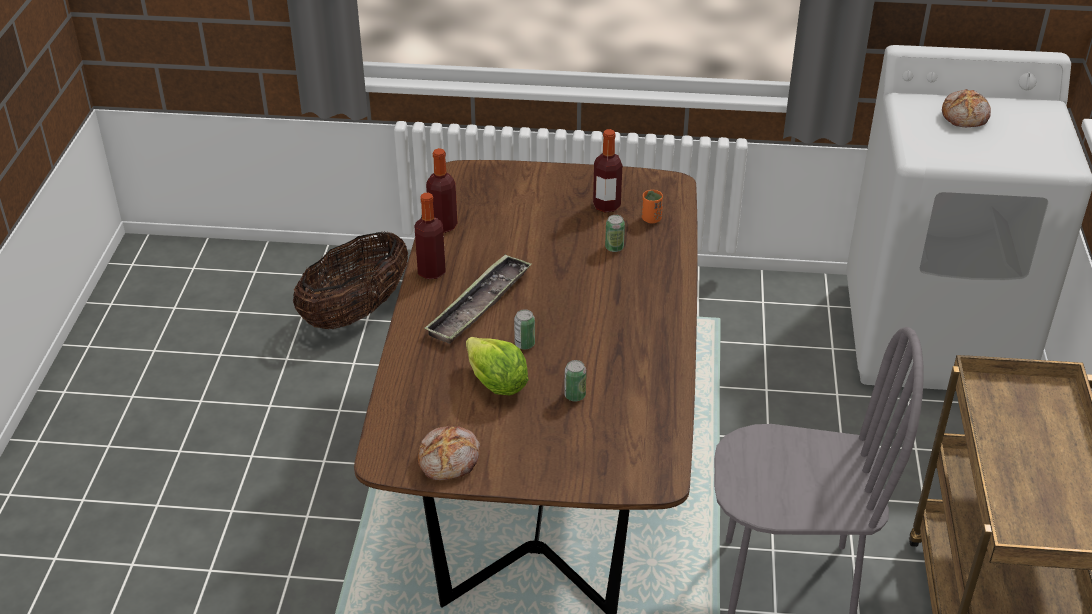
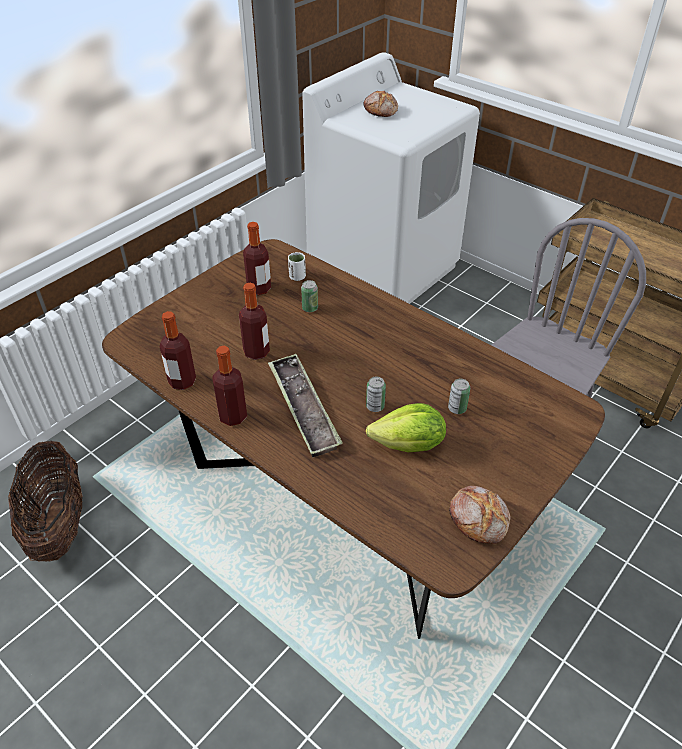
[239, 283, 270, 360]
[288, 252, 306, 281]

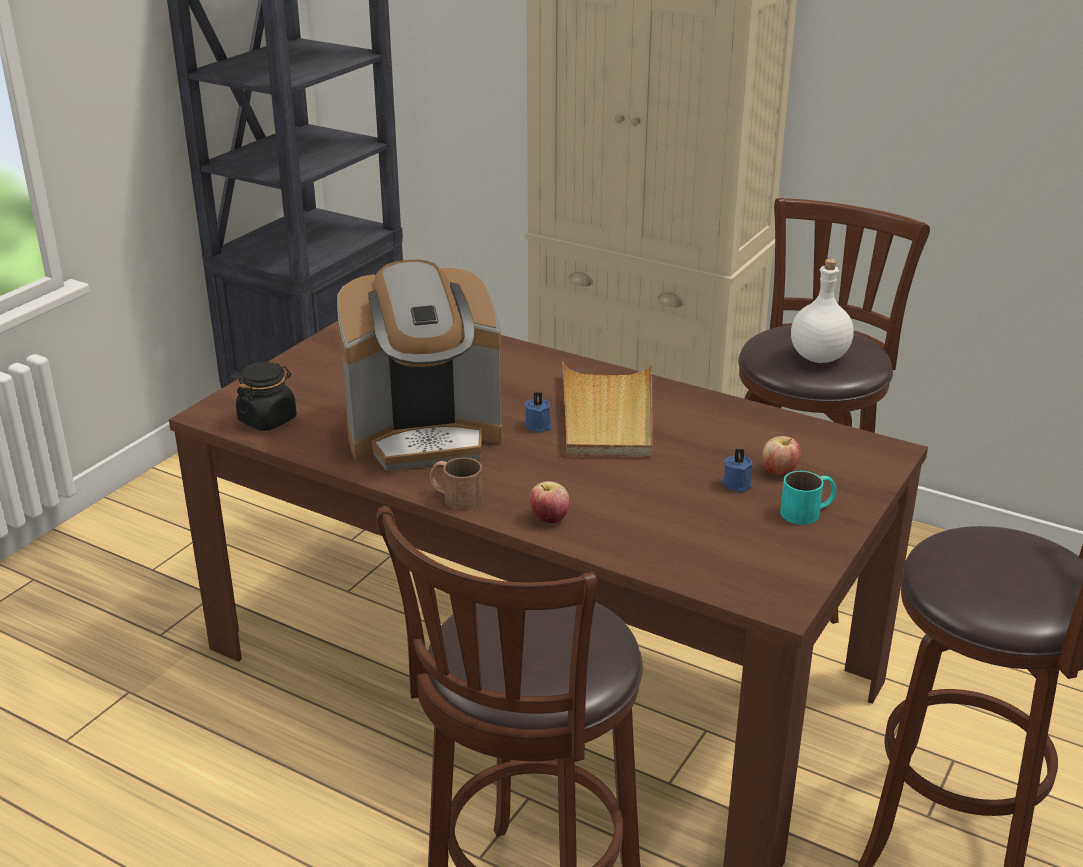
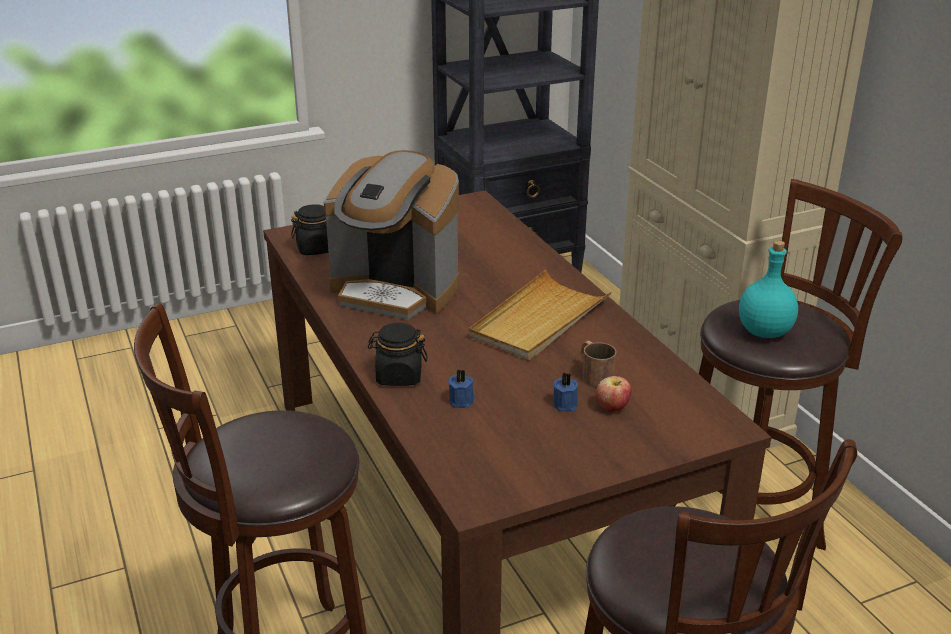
[368, 323, 427, 386]
[448, 369, 475, 408]
[580, 341, 617, 387]
[739, 240, 798, 338]
[780, 471, 836, 525] (first image)

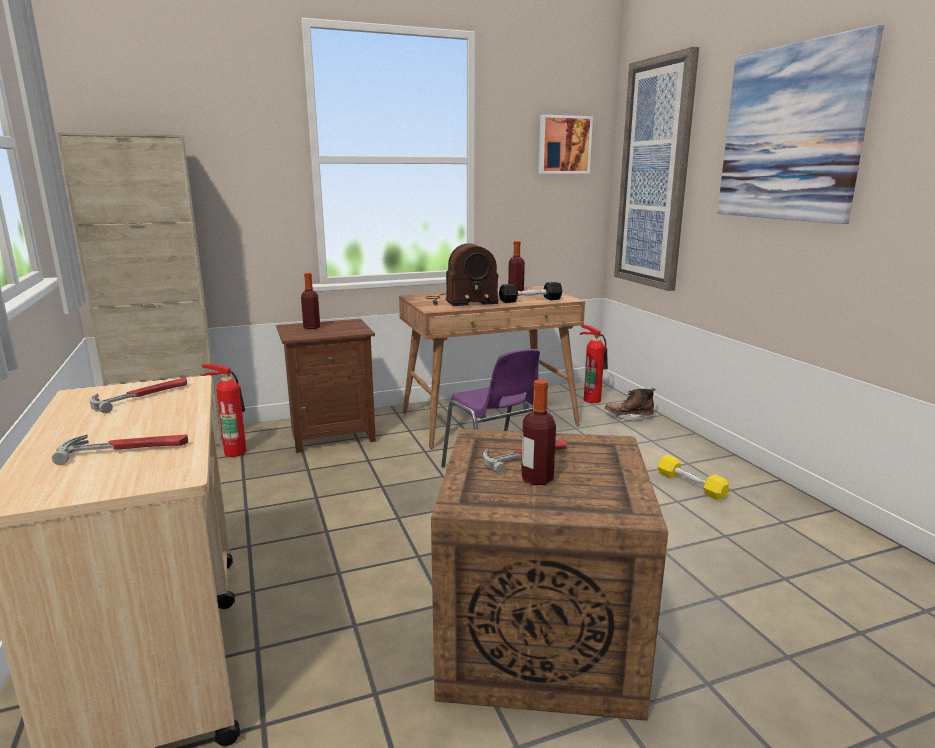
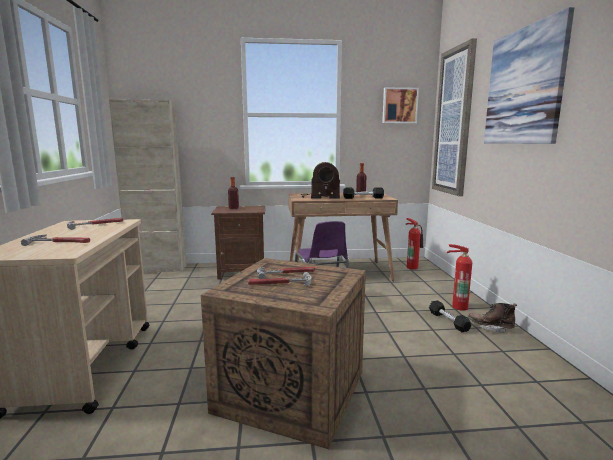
[248, 272, 312, 286]
[429, 300, 471, 332]
[447, 244, 472, 311]
[468, 303, 517, 333]

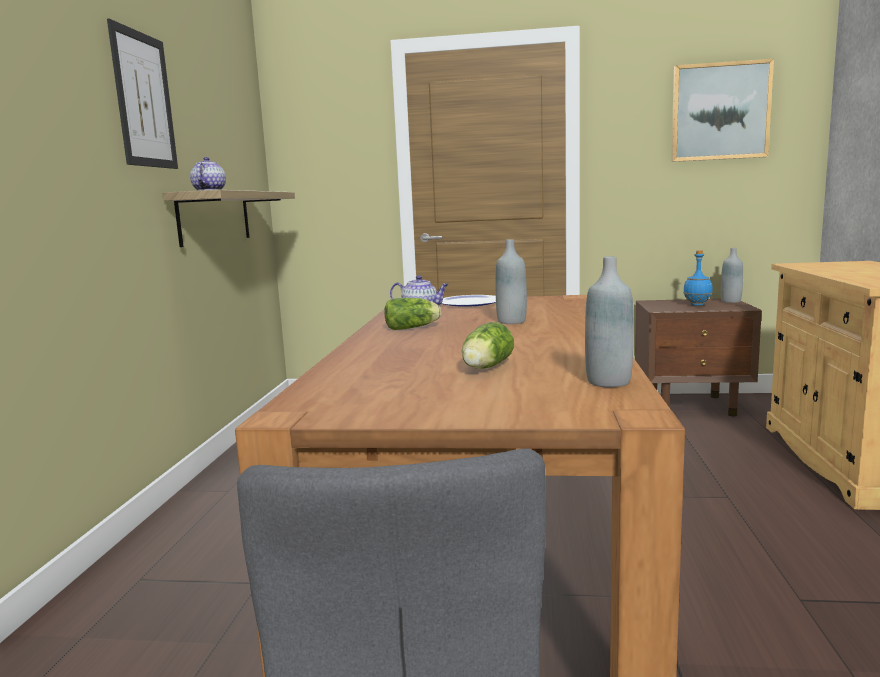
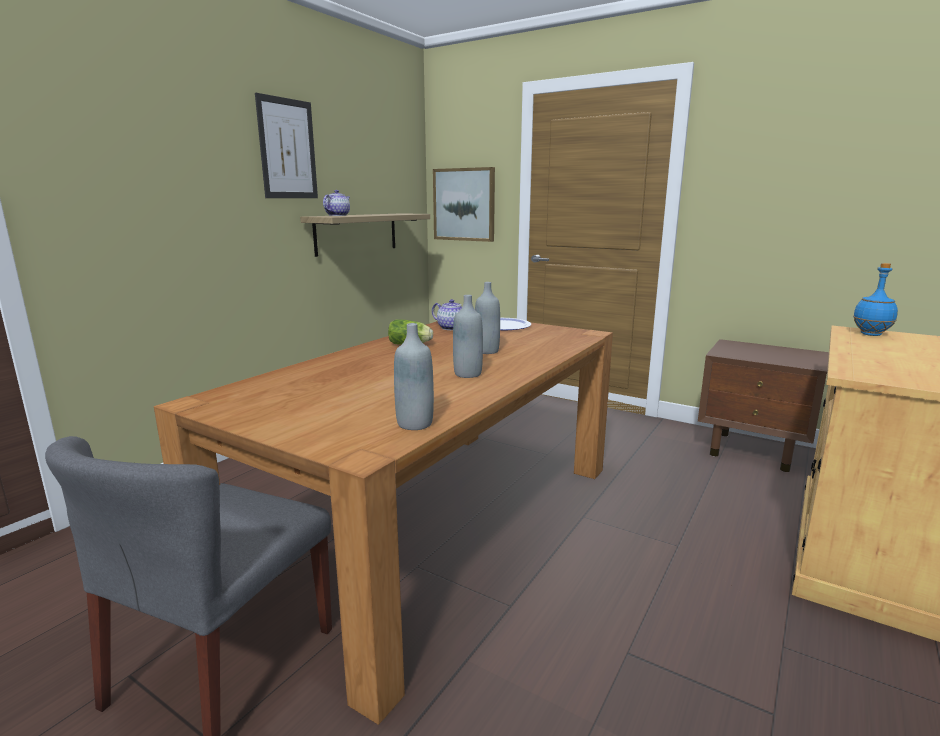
[433, 167, 495, 242]
[453, 295, 483, 378]
[853, 263, 898, 336]
[462, 322, 514, 369] (first image)

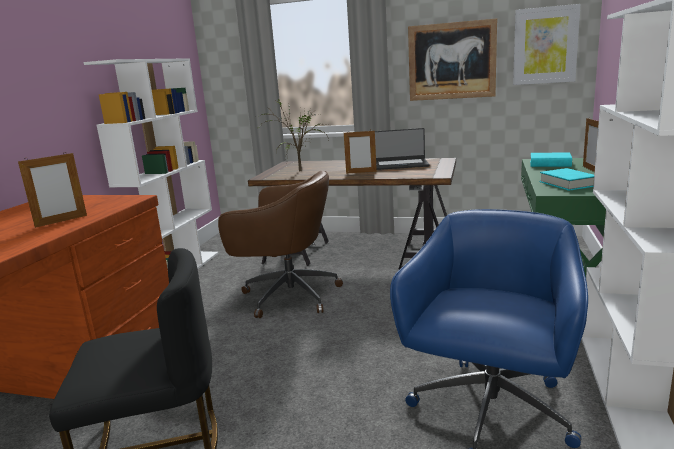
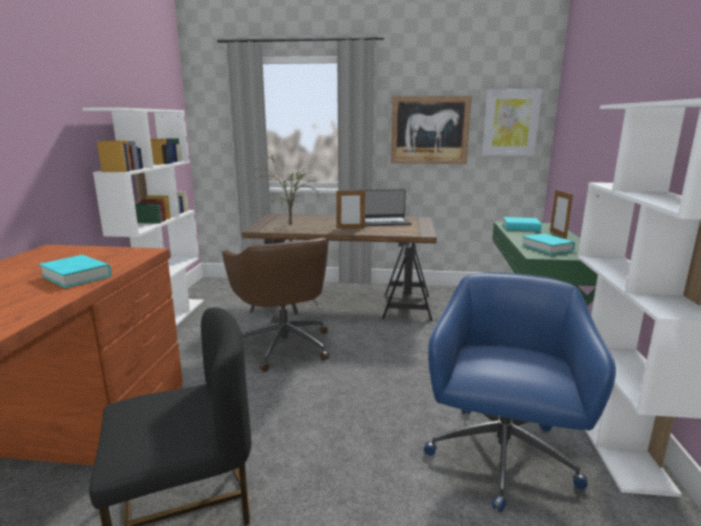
[39, 255, 112, 288]
[222, 238, 329, 372]

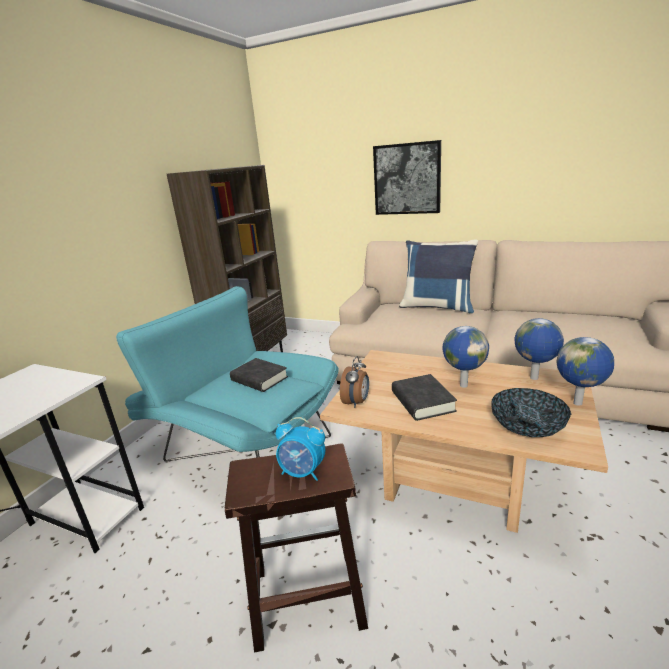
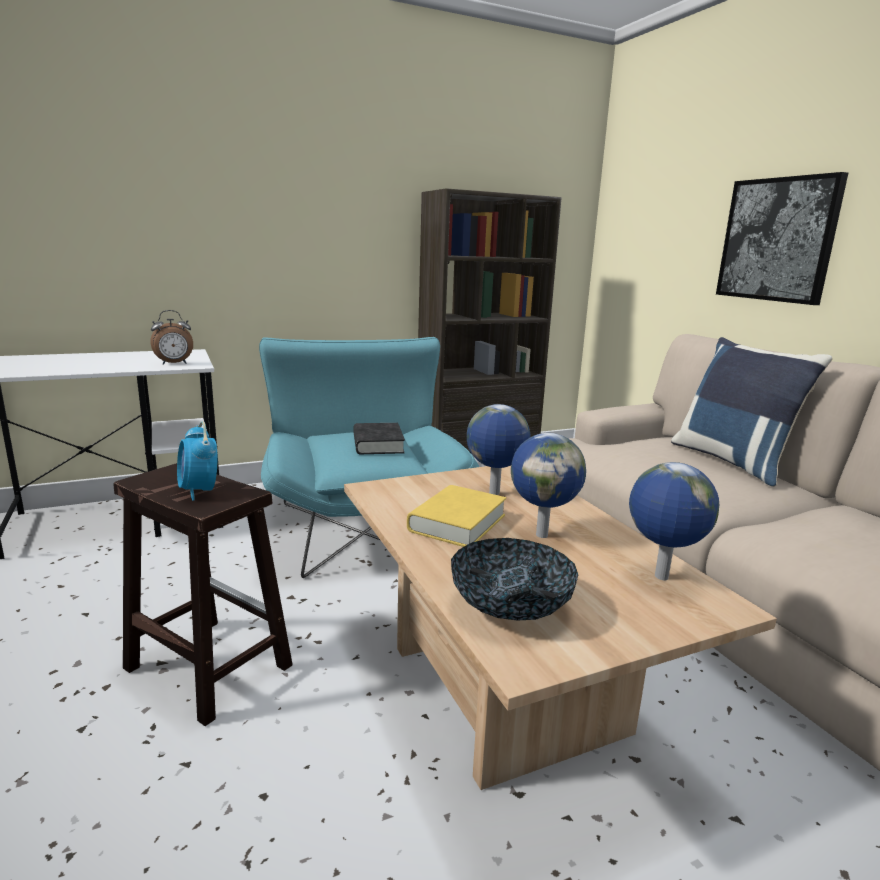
[150, 310, 193, 365]
[407, 485, 506, 547]
[467, 404, 530, 495]

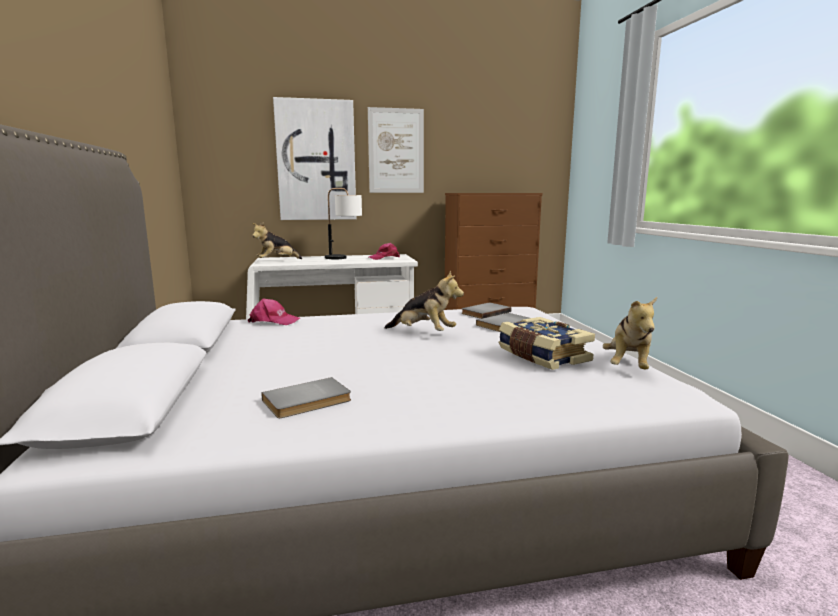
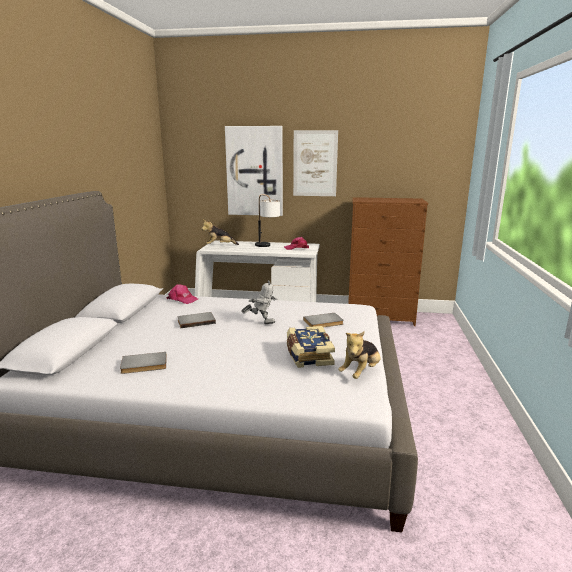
[178, 312, 216, 328]
[241, 280, 277, 324]

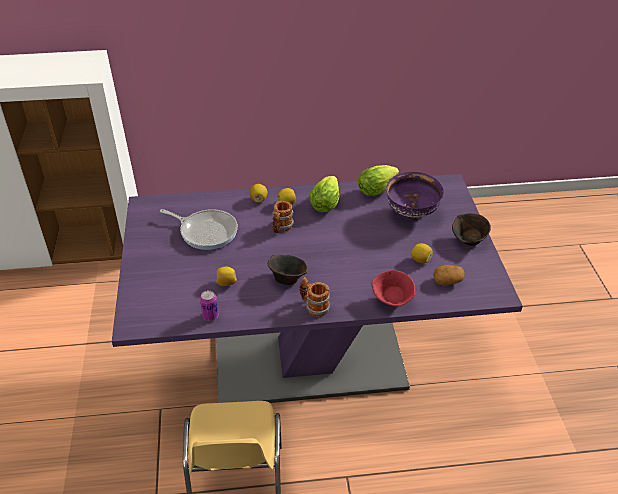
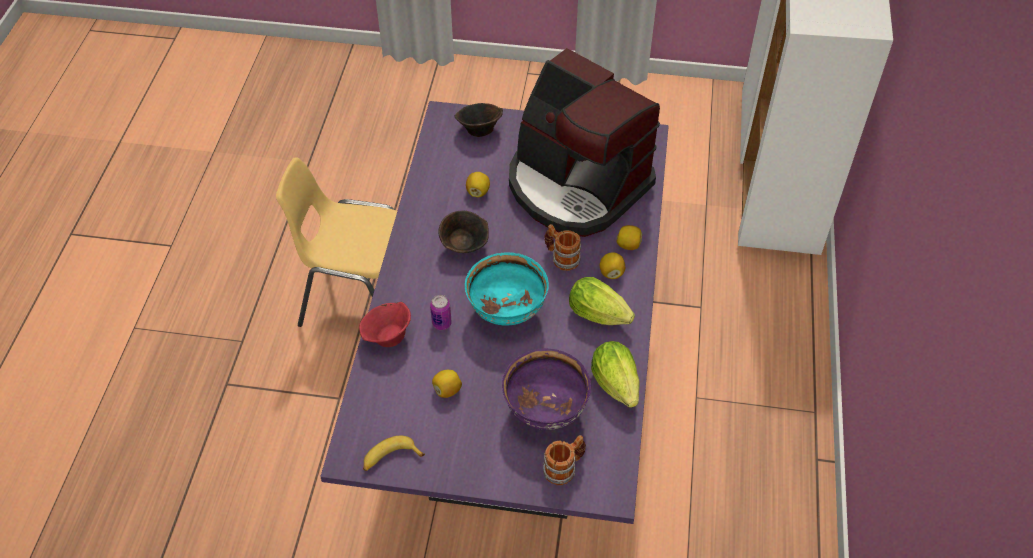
[363, 436, 425, 471]
[430, 295, 452, 330]
[454, 103, 503, 137]
[465, 252, 549, 326]
[509, 48, 660, 237]
[543, 435, 586, 485]
[433, 265, 465, 285] (first image)

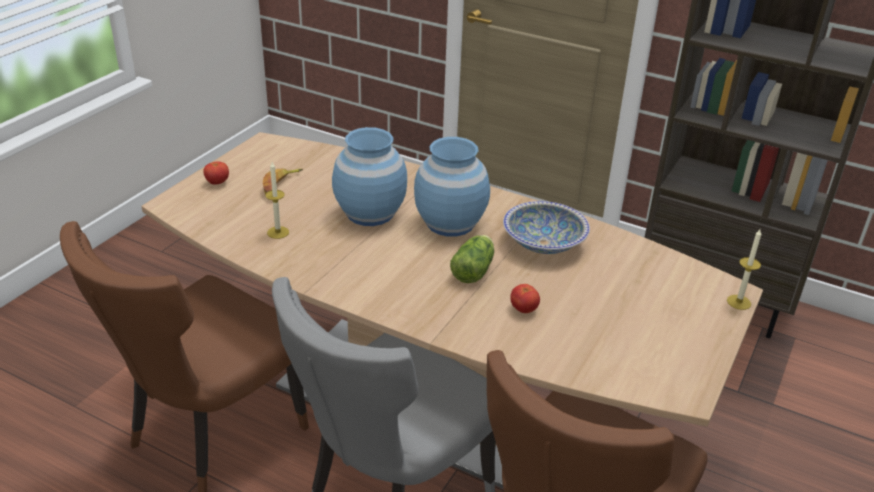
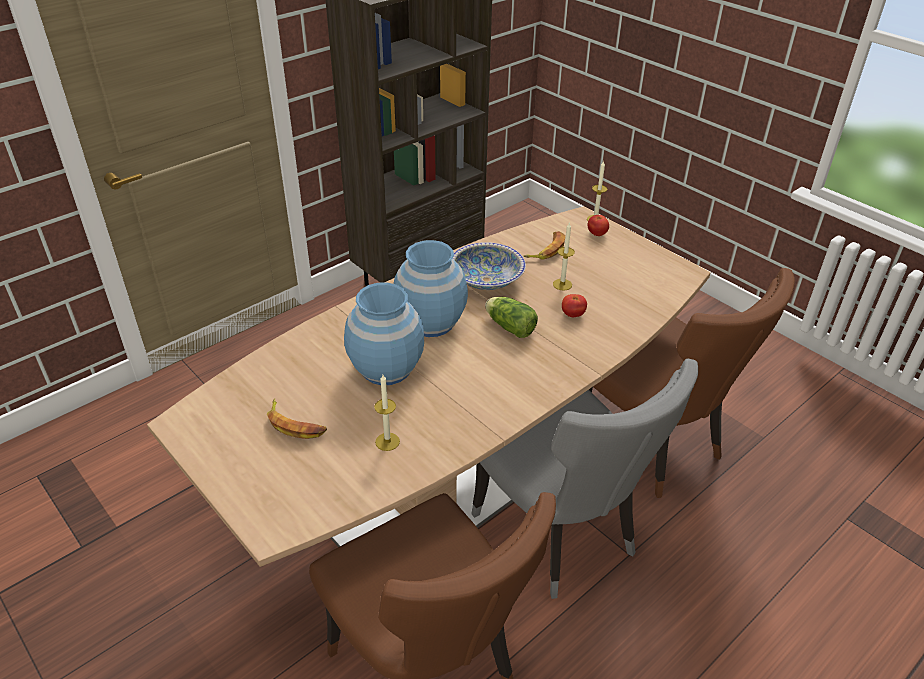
[524, 231, 565, 260]
[553, 222, 575, 291]
[588, 215, 609, 236]

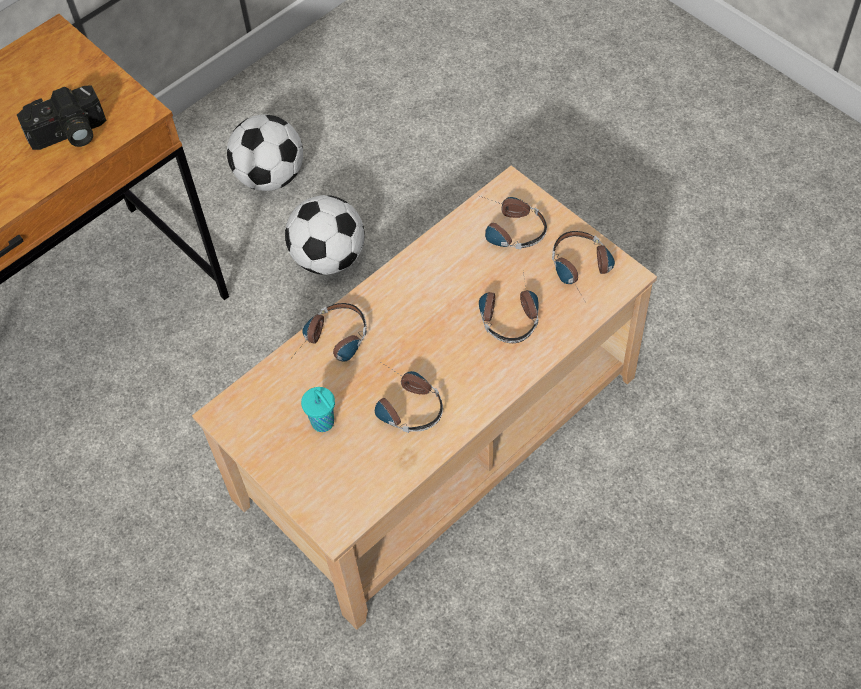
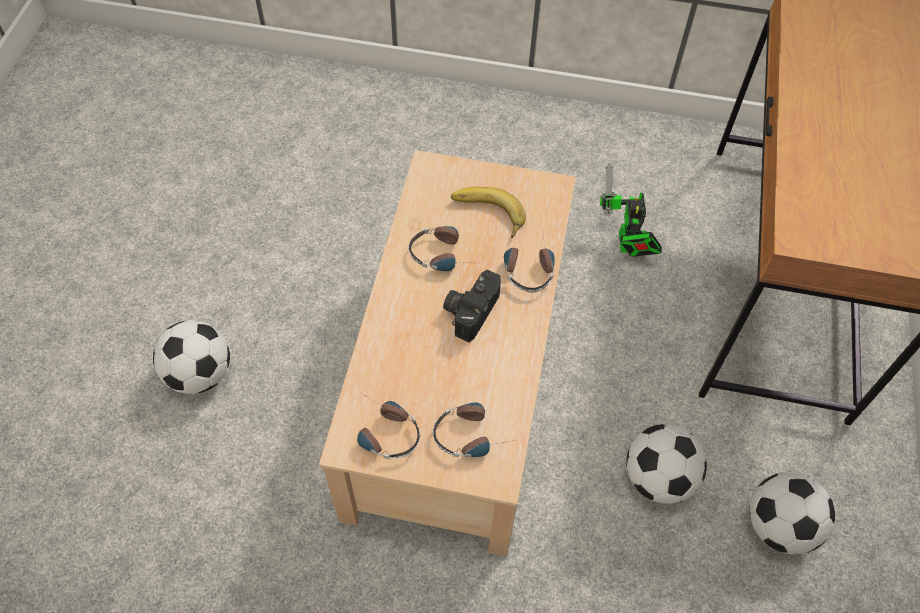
[153, 320, 230, 394]
[443, 270, 501, 342]
[451, 187, 526, 238]
[600, 163, 662, 257]
[479, 272, 539, 343] (first image)

